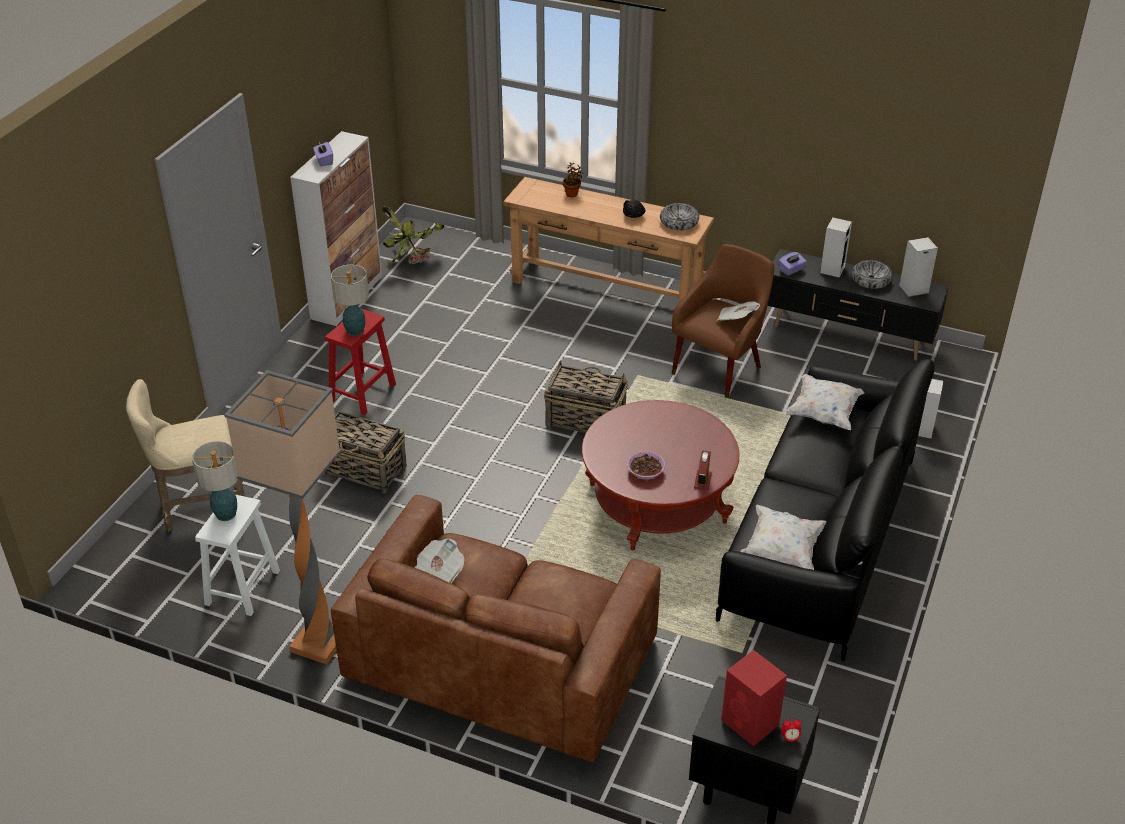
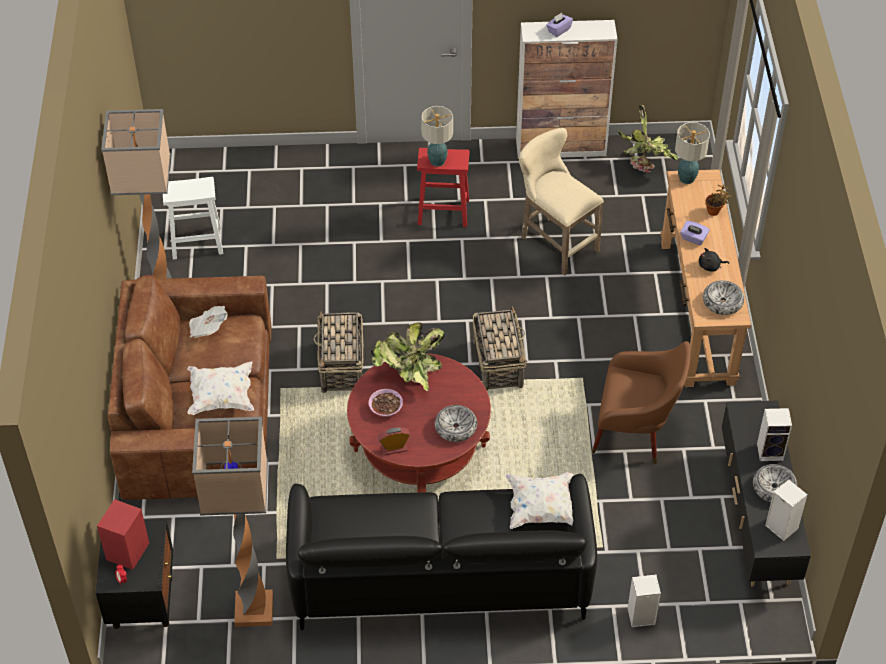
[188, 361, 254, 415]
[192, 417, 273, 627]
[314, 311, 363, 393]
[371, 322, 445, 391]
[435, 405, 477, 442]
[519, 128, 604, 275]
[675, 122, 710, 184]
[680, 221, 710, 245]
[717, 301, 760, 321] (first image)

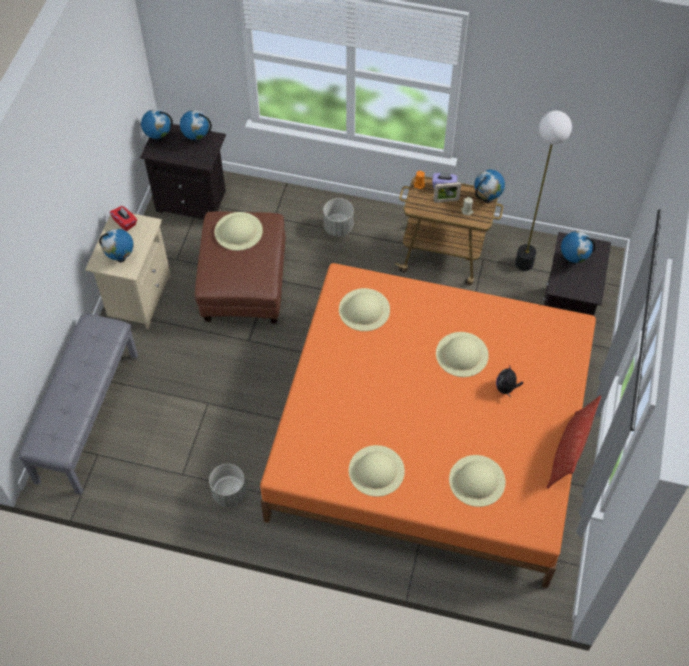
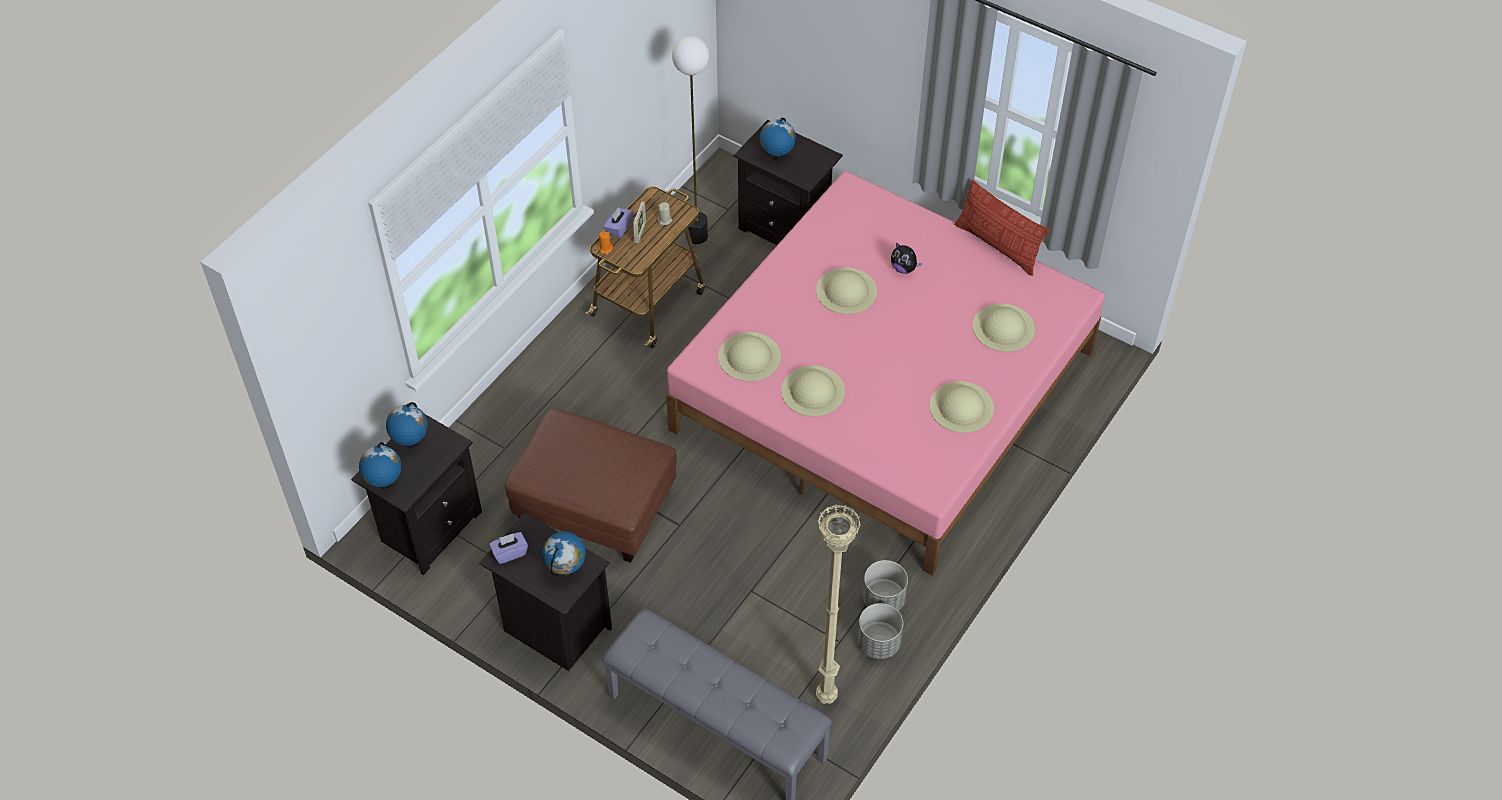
[479, 513, 612, 671]
[489, 532, 528, 564]
[666, 171, 1105, 576]
[781, 366, 845, 417]
[816, 504, 861, 704]
[858, 603, 903, 659]
[474, 170, 505, 203] (first image)

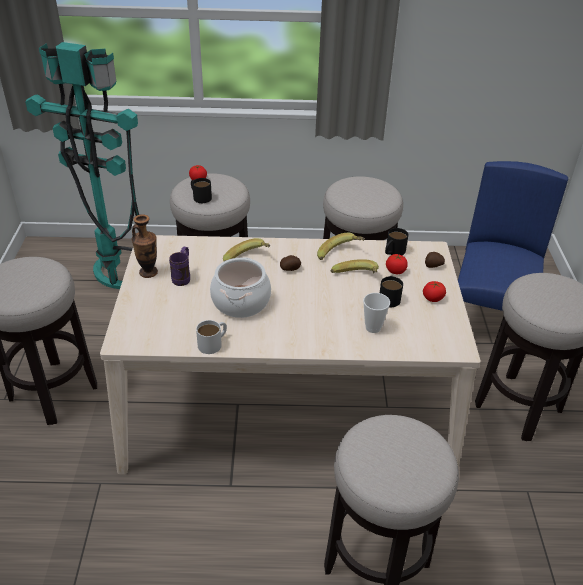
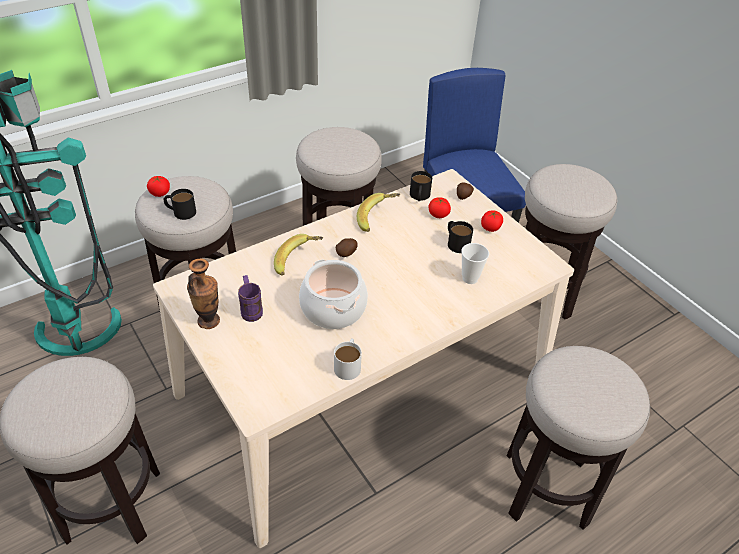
[331, 259, 379, 273] (first image)

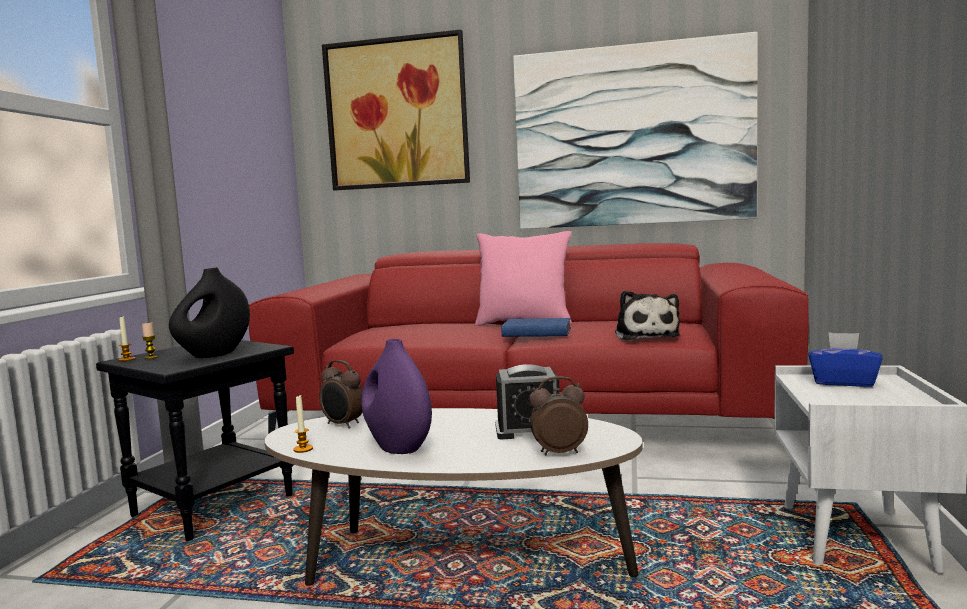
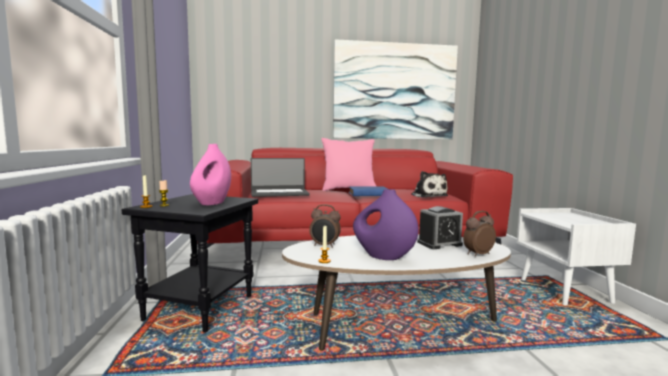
[190, 144, 231, 205]
[251, 158, 310, 197]
[322, 29, 470, 190] (first image)
[808, 332, 883, 387] (first image)

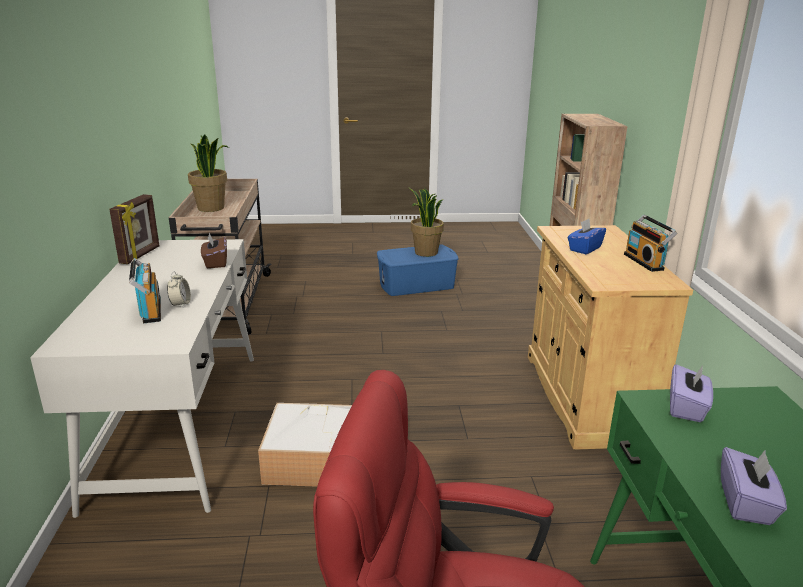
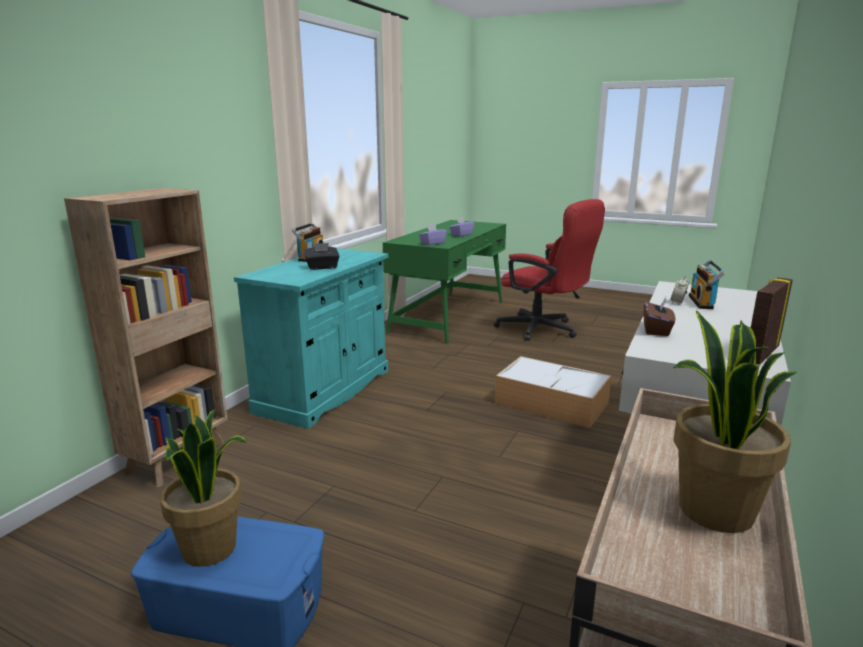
[234, 248, 388, 429]
[304, 243, 339, 270]

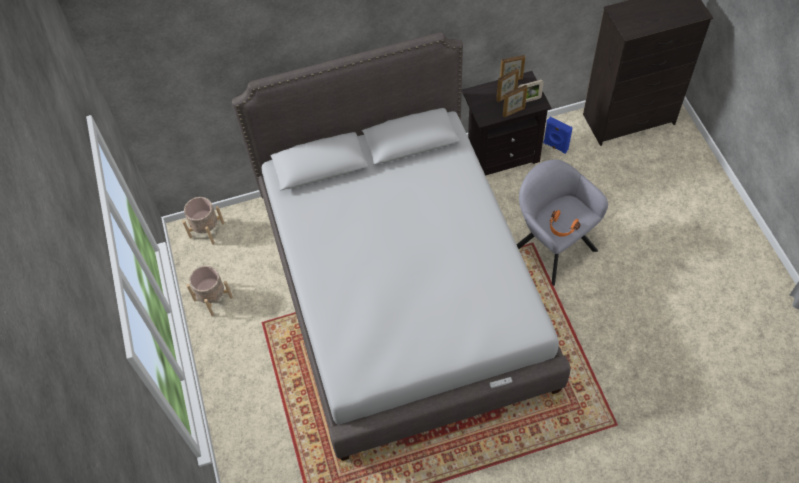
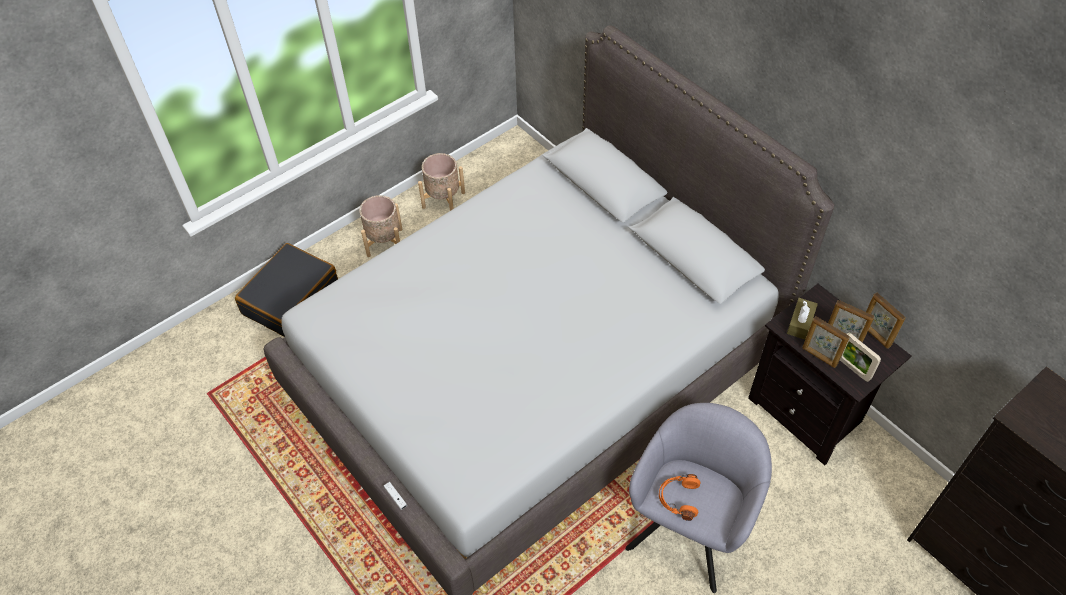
[235, 243, 338, 337]
[359, 195, 403, 257]
[787, 298, 818, 340]
[543, 117, 573, 154] (first image)

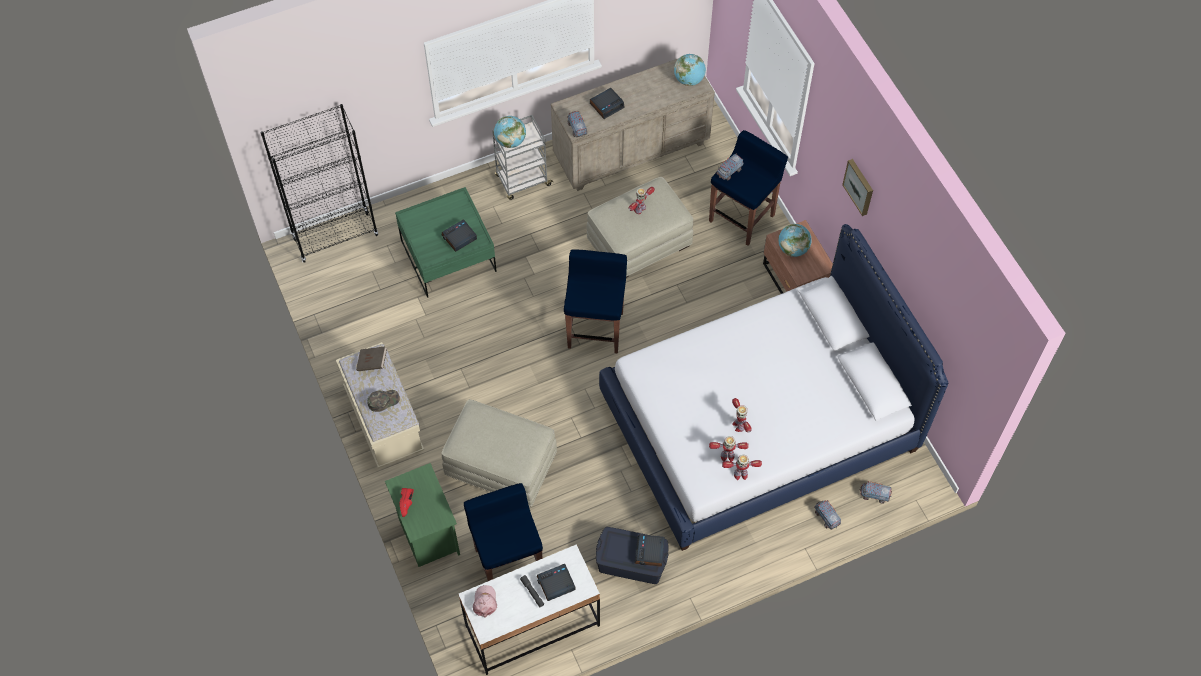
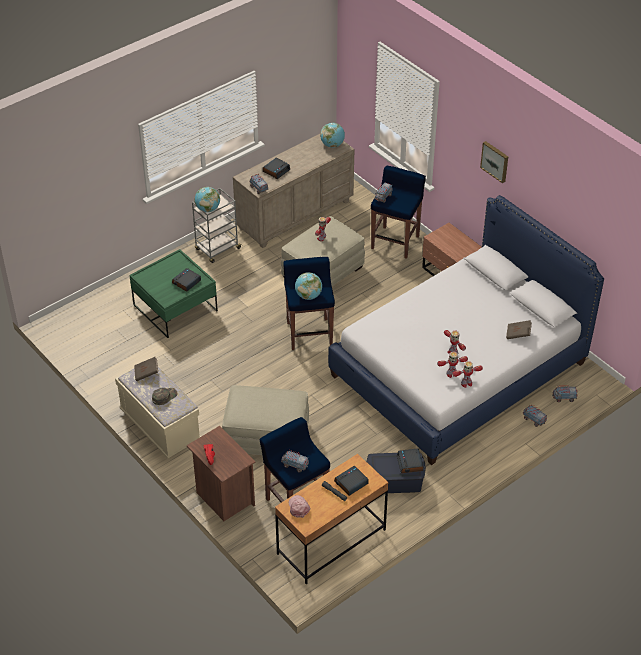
[187, 426, 256, 521]
[275, 454, 388, 584]
[281, 450, 309, 473]
[295, 272, 322, 300]
[506, 320, 532, 339]
[261, 104, 379, 263] (first image)

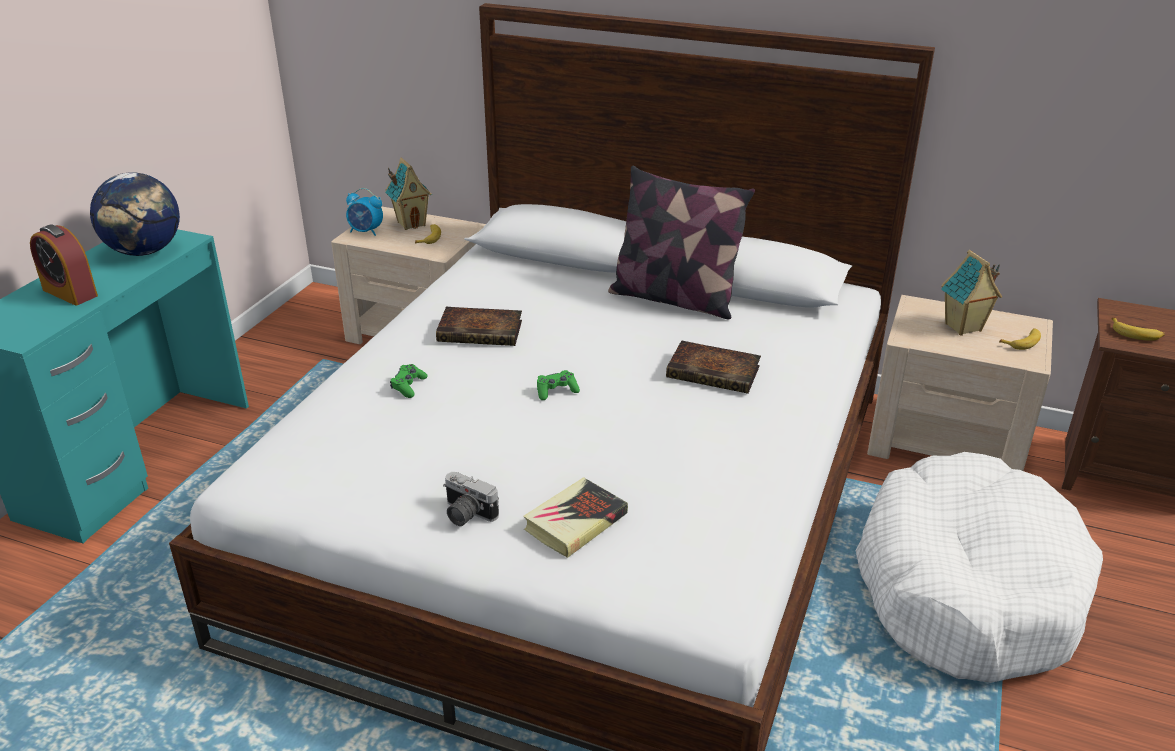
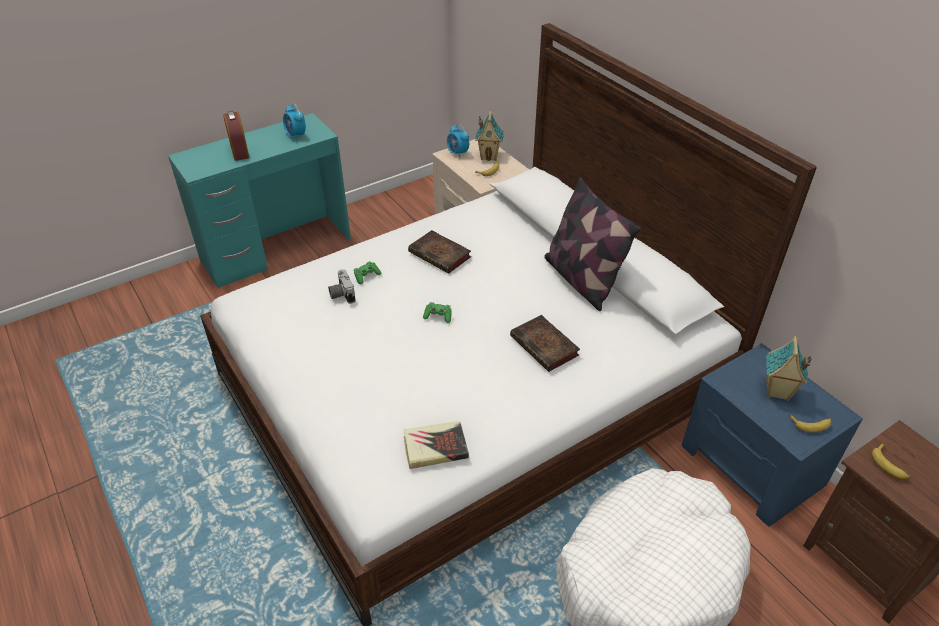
[283, 104, 306, 141]
[328, 269, 355, 304]
[404, 421, 469, 469]
[682, 343, 863, 526]

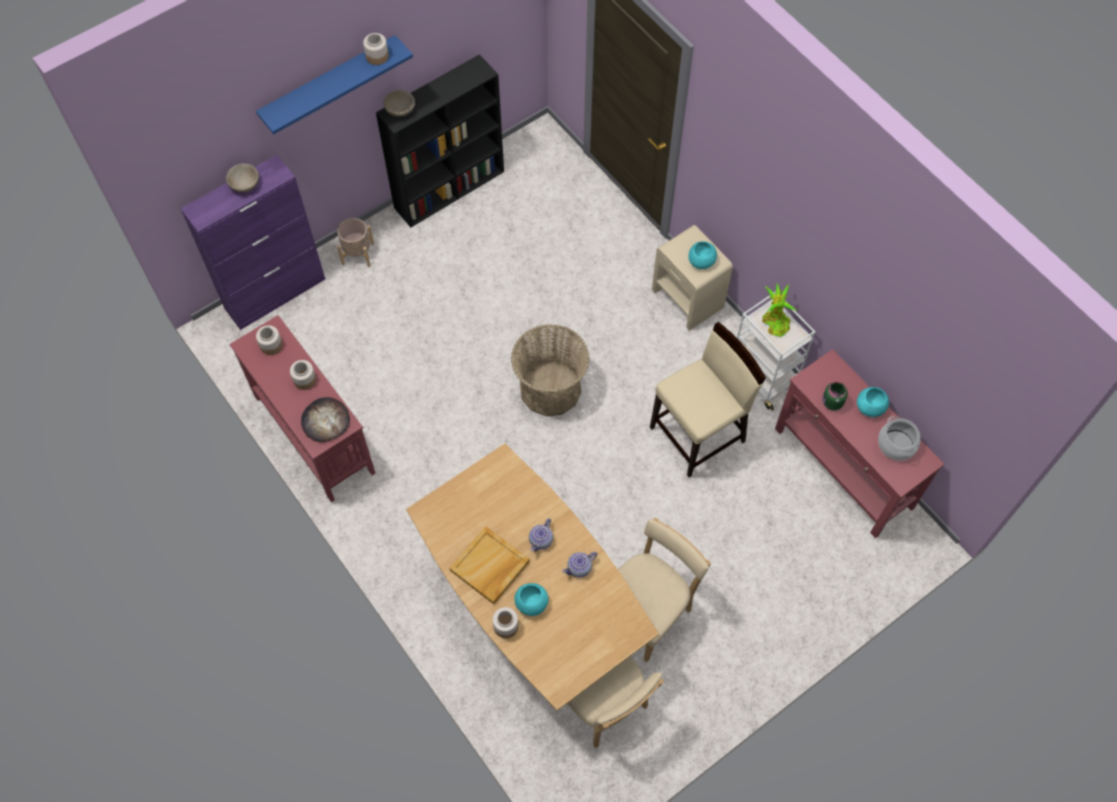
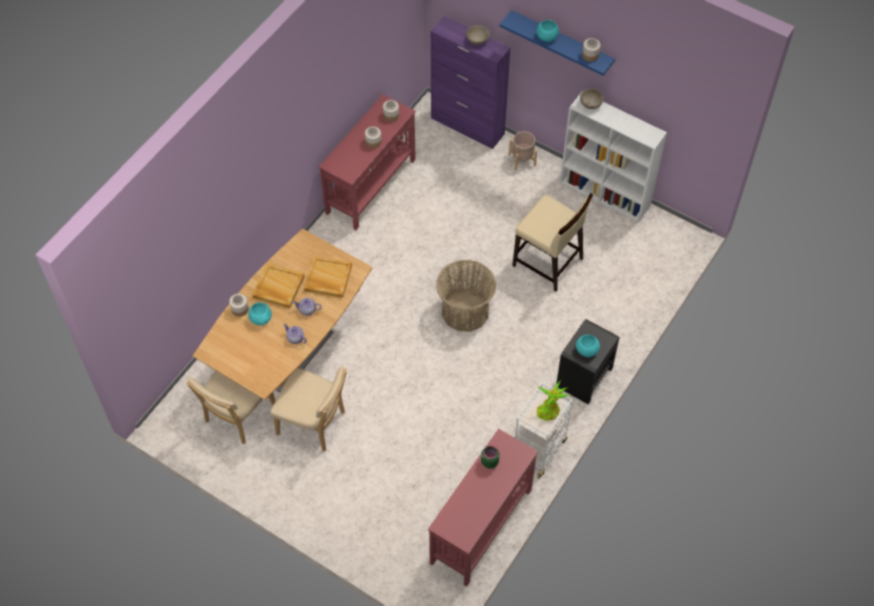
[304, 256, 352, 298]
[512, 193, 593, 292]
[536, 20, 559, 42]
[556, 319, 620, 405]
[560, 92, 667, 222]
[301, 397, 350, 442] (first image)
[878, 416, 920, 461] (first image)

